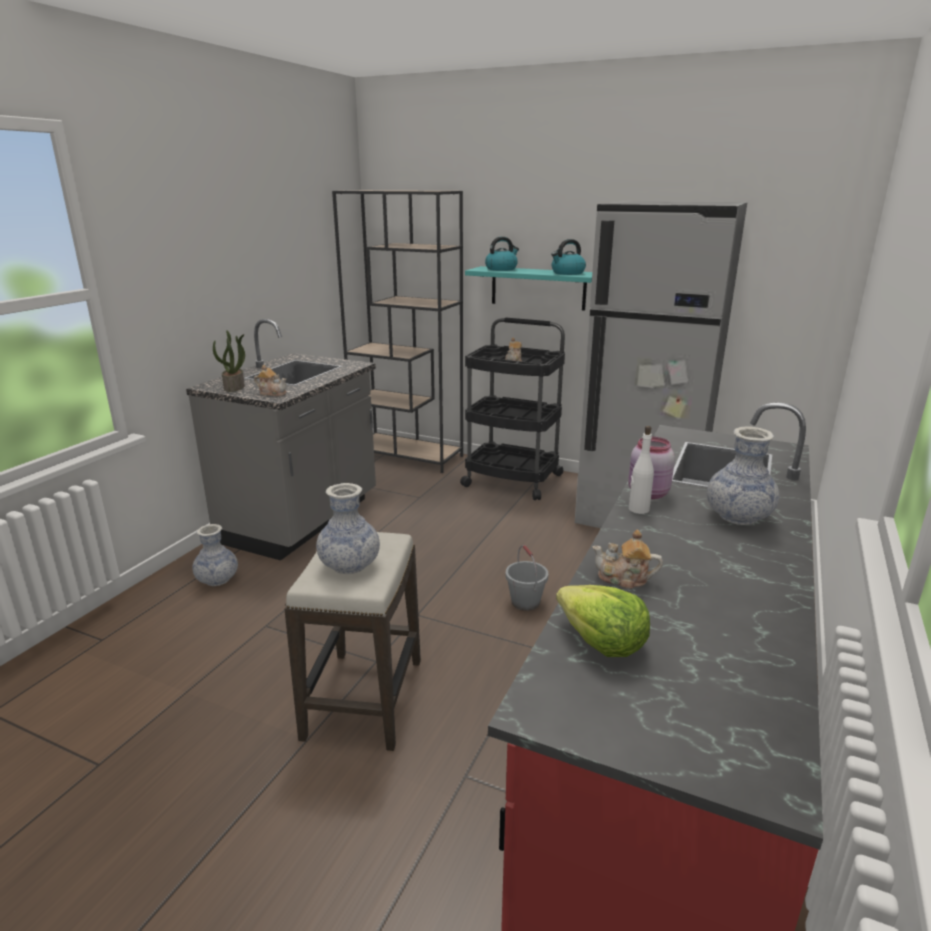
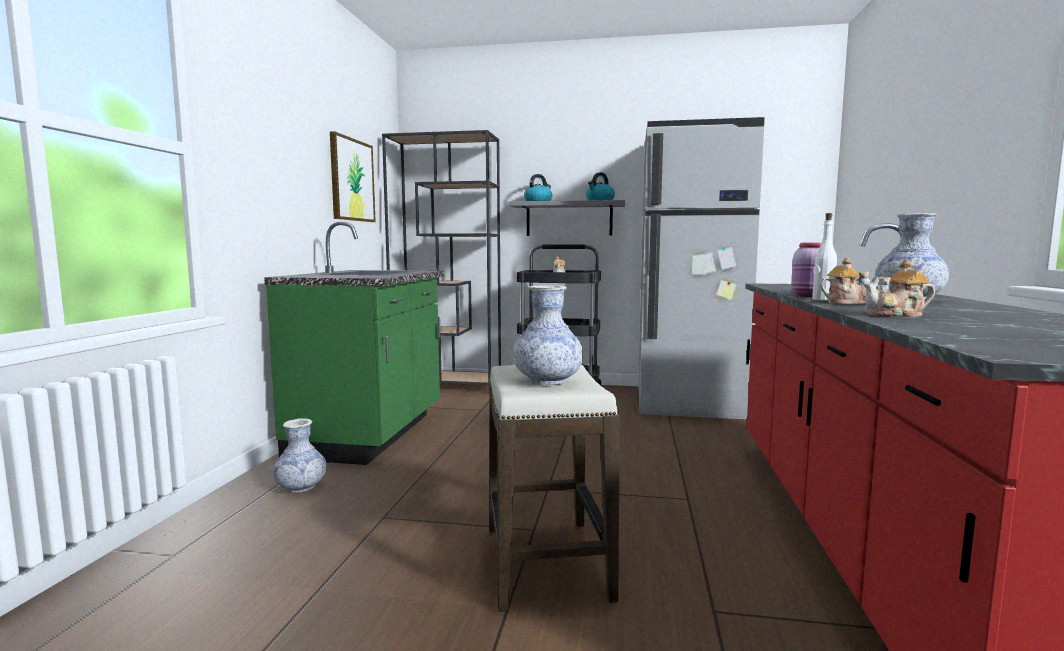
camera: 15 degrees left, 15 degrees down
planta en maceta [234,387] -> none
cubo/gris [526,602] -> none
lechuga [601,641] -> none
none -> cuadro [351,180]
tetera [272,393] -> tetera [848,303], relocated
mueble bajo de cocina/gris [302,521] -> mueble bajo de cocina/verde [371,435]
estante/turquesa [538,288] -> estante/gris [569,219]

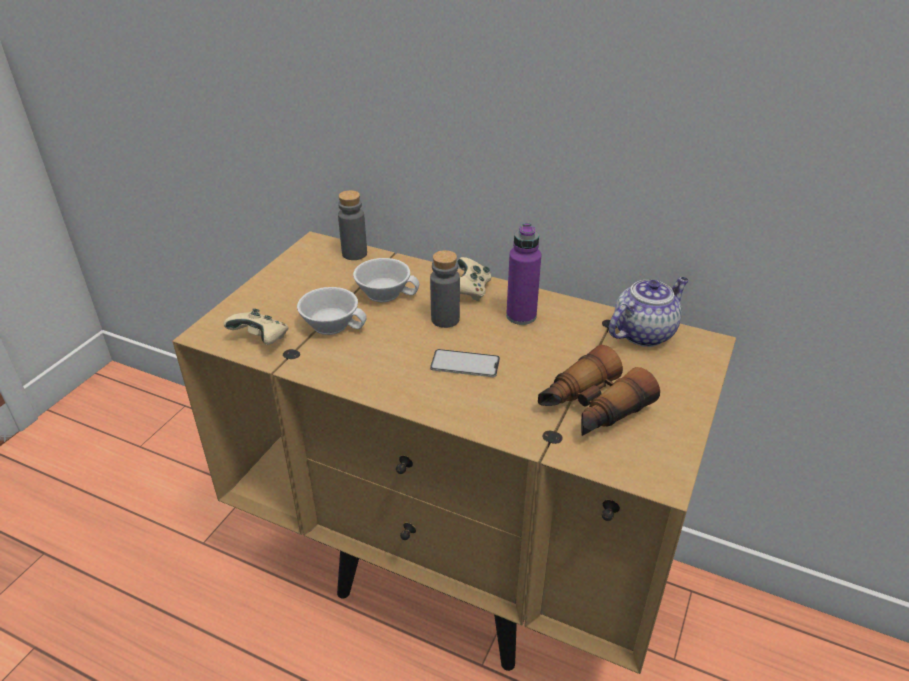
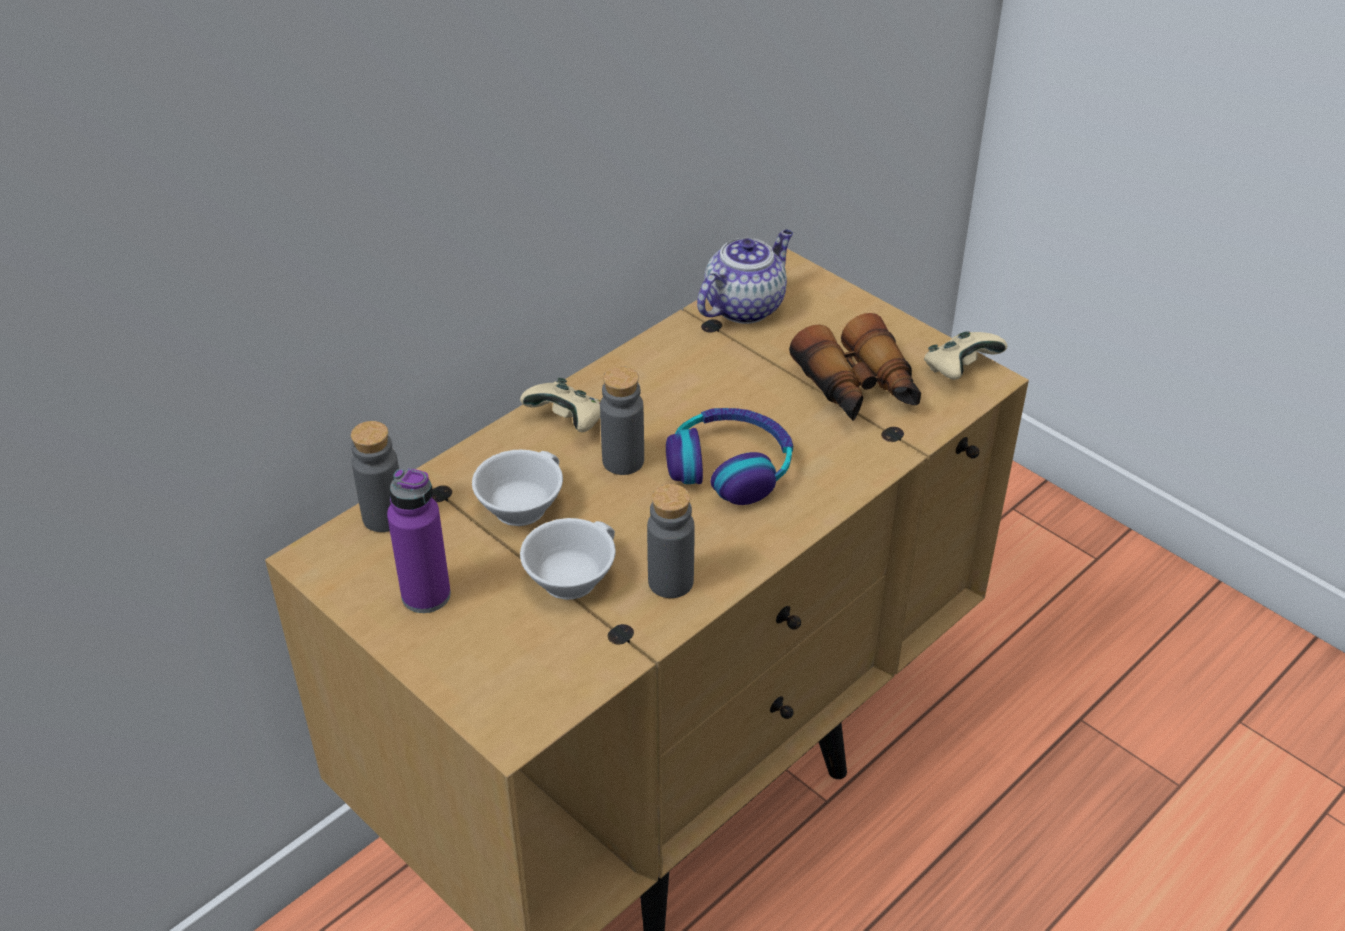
camera: 70 degrees left, 5 degrees up
none -> botella/gris [670,582]
mando de consola/beis [261,339] -> mando de consola/beis [959,370], relocated
botella/morado [521,316] -> botella/morado [426,595], relocated
móvil [465,364] -> auriculares [730,467]
tetera [644,333] -> tetera [744,306], 60 degrees clockwise

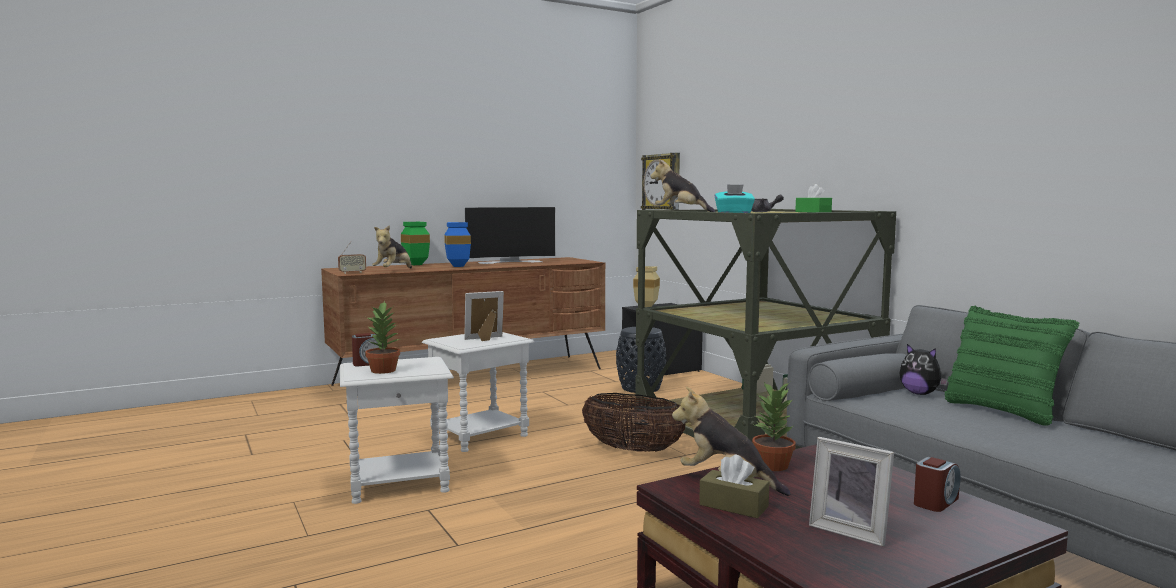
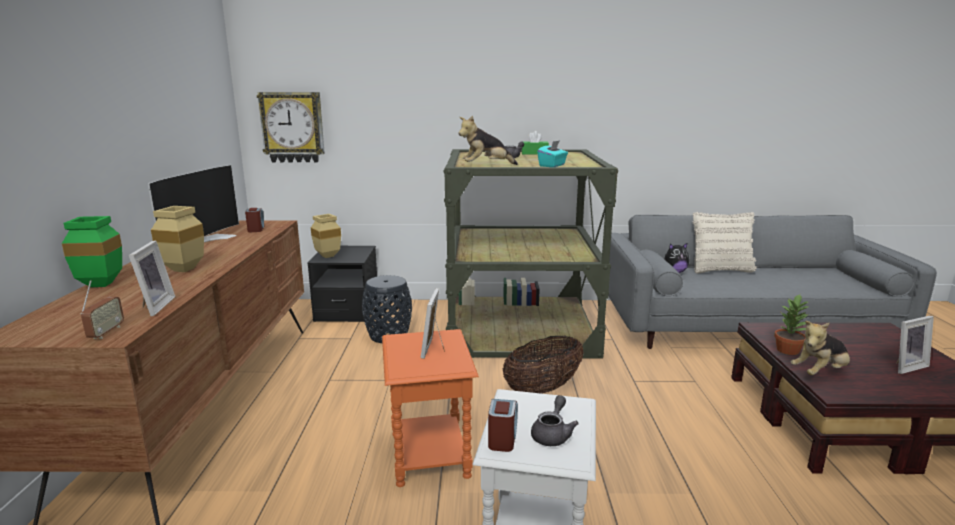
camera: 60 degrees left, 10 degrees up
caja de pañuelos/marrón [733,506] -> none
despertador [935,502] -> despertador [256,229], relocated
planta en maceta [384,370] -> tetera/gris [552,434]
peluche [393,271] -> portarretratos [153,306]
mesa auxiliar/blanco [481,436] -> mesa auxiliar/naranja [431,453]
florero/azul [456,266] -> florero/beis [184,270]
cojín/verde [1003,411] -> cojín/beis [720,270]

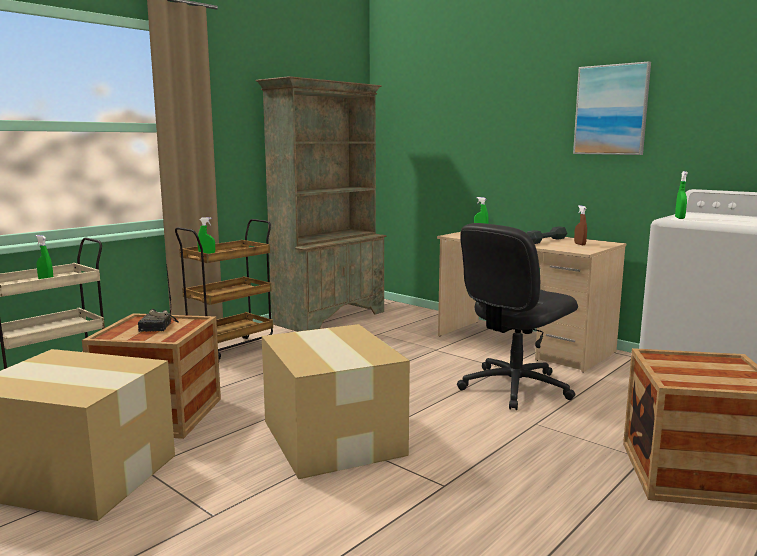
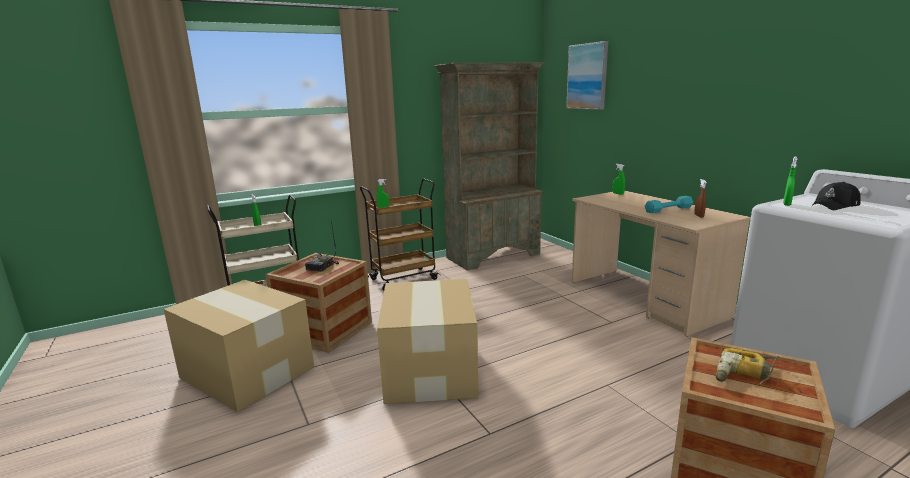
camera: 20 degrees right, 5 degrees up
silla de oficina/negro [514,387] -> none
none -> taladro [744,375]
none -> gorra/negro [835,206]
cuadro [611,110] -> cuadro [587,76], relocated
mancuerna/gris [545,241] -> mancuerna/turquesa [668,209]

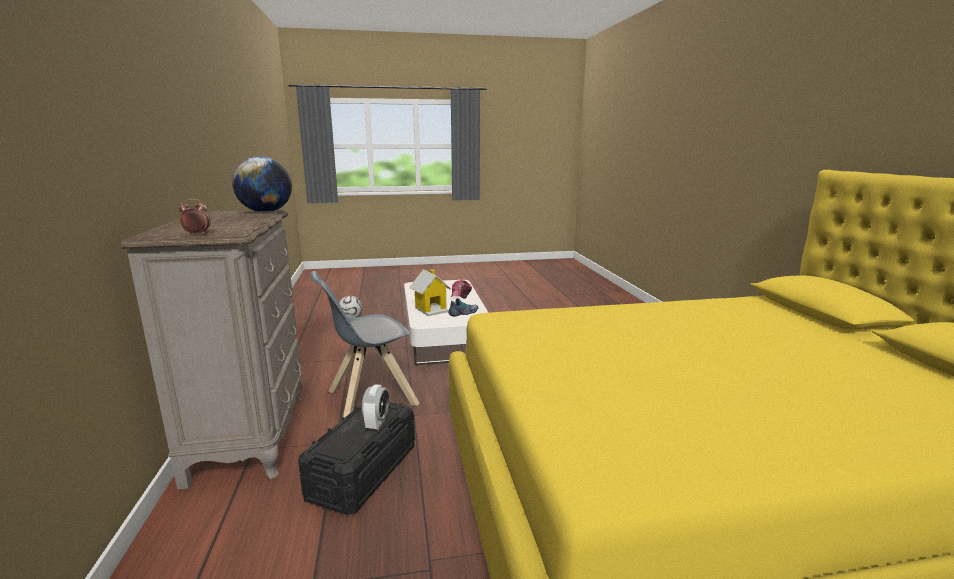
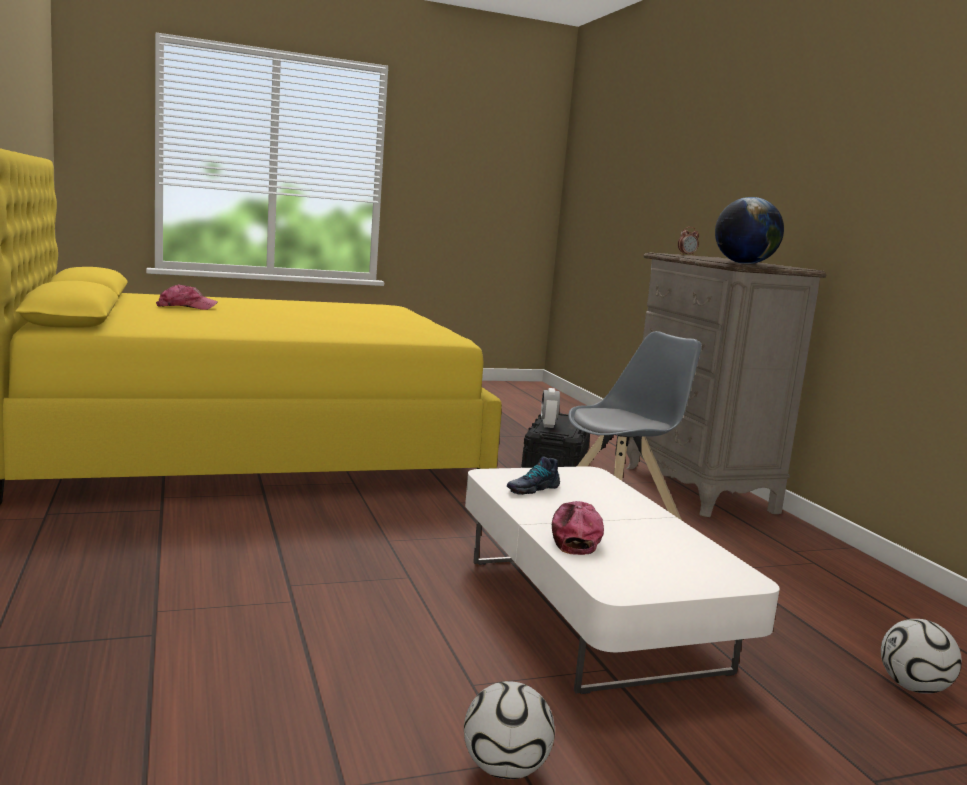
camera: 170 degrees right, 5 degrees down
casita [431,309] -> none
none -> gorra [186,307]
none -> balón de fútbol [504,769]

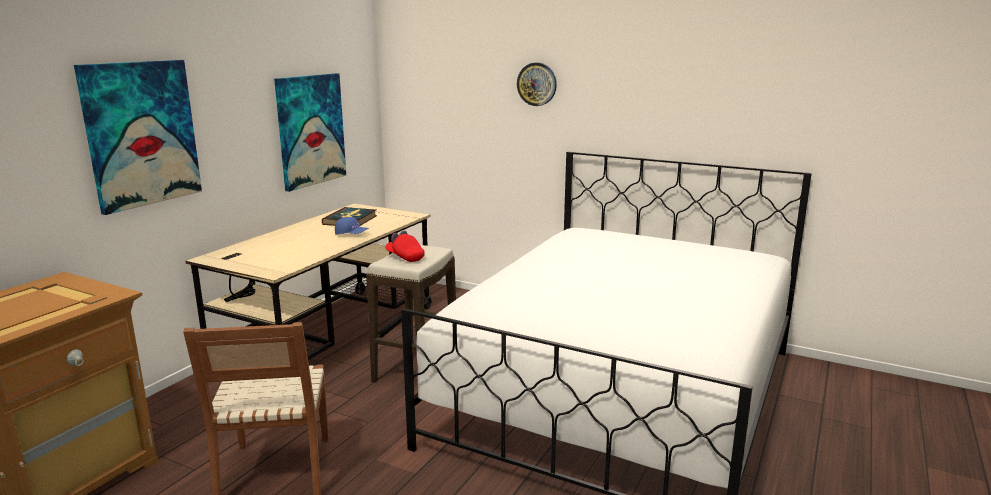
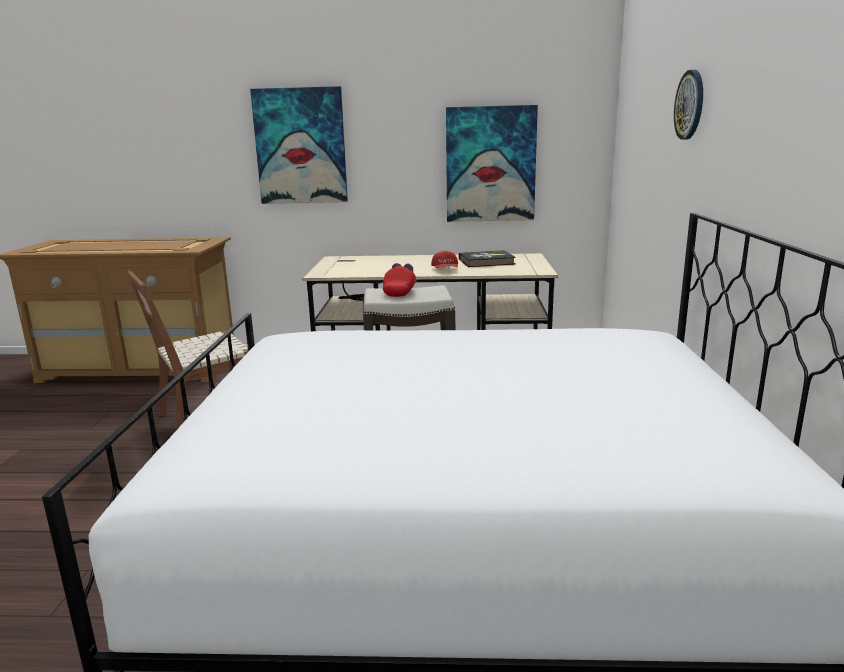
camera: 65 degrees right, 0 degrees up
gorra/azul [352,234] -> gorra/rojo [445,269]

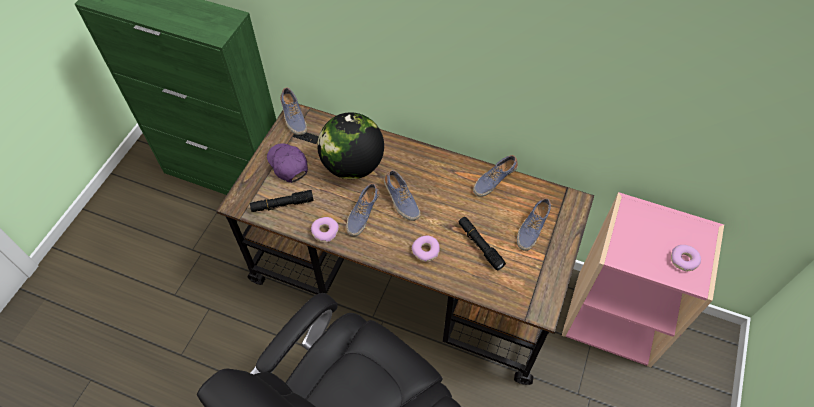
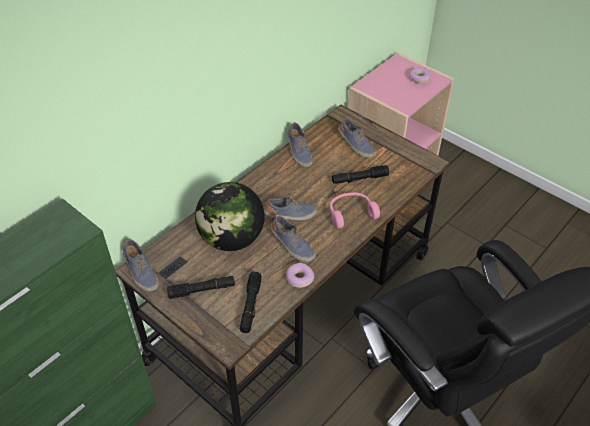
camera: 70 degrees left, 10 degrees down
gorra/morado [288,165] -> linterna/negro [202,290]
rosquilla [426,251] -> auriculares/rosa [351,213]
zapato [293,117] -> zapato [140,272], 60 degrees clockwise

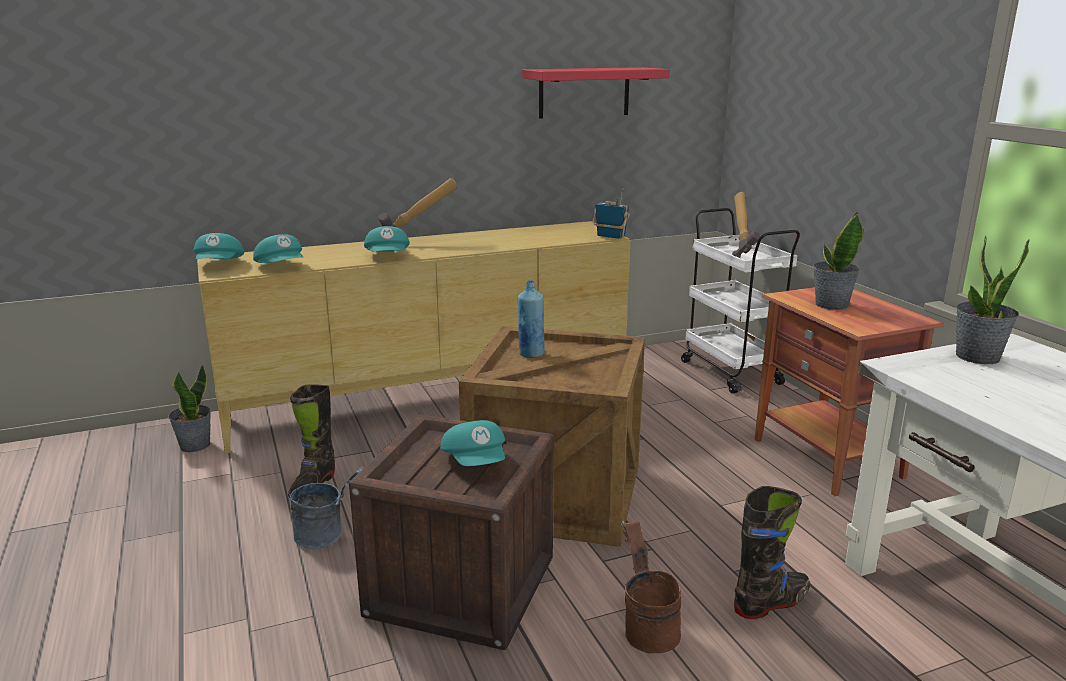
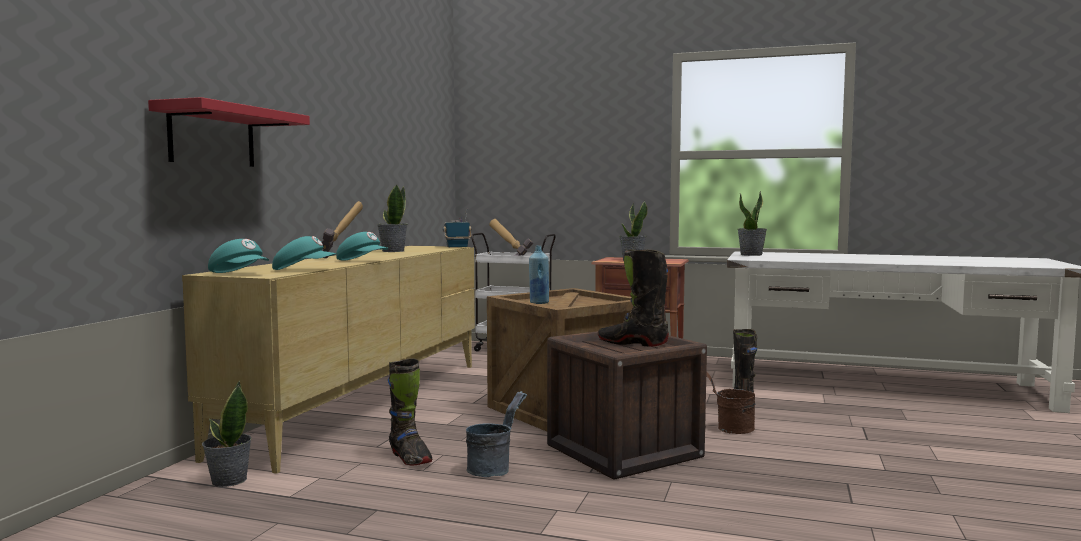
camera: 50 degrees left, 15 degrees down
none -> planta en maceta [392,251]
estante/rojo [584,92] -> estante/rojo [212,137], relocated
gorra/turquesa [476,462] -> bota/negro [632,343]

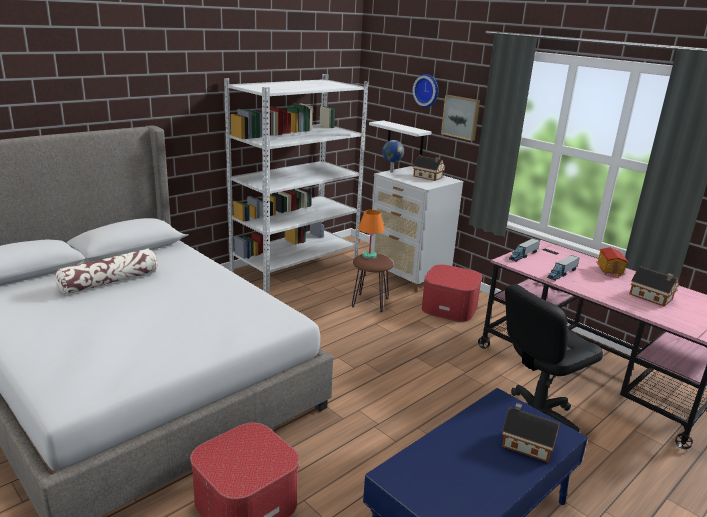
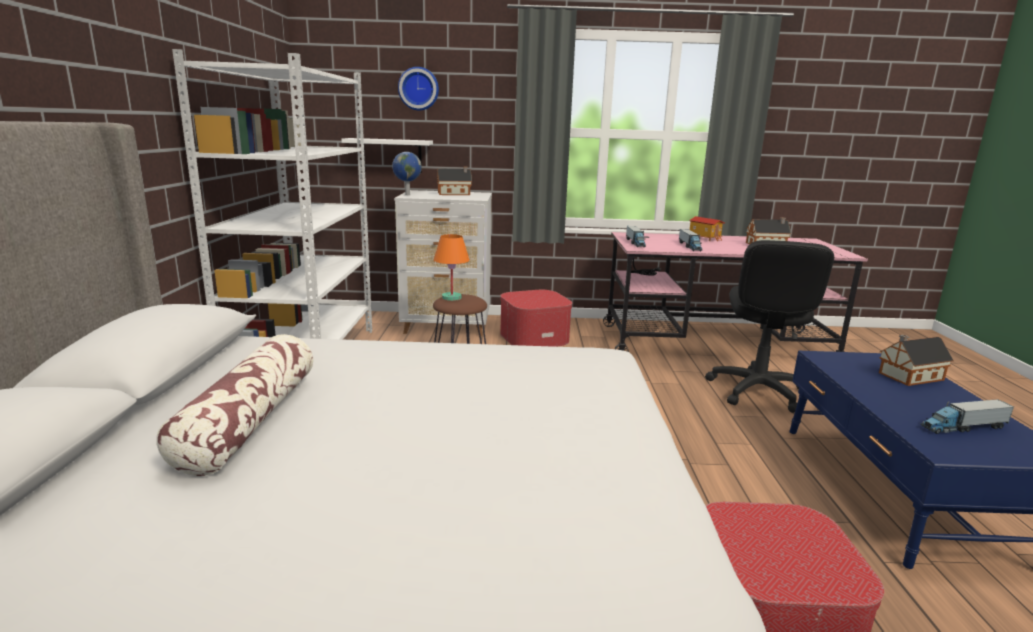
camera: 45 degrees left, 5 degrees down
cuadro [461,117] -> none
none -> camión de juguete [963,427]

